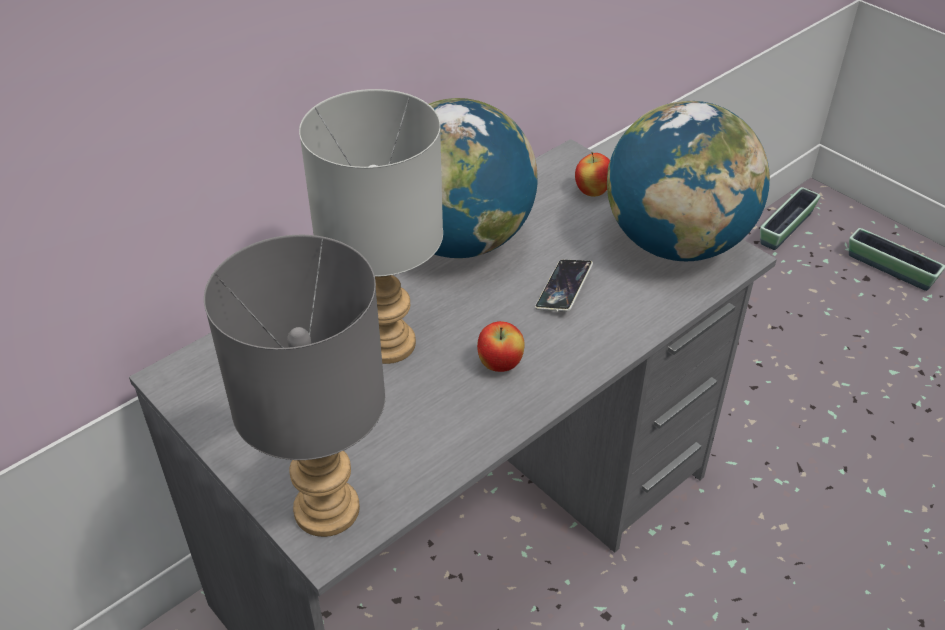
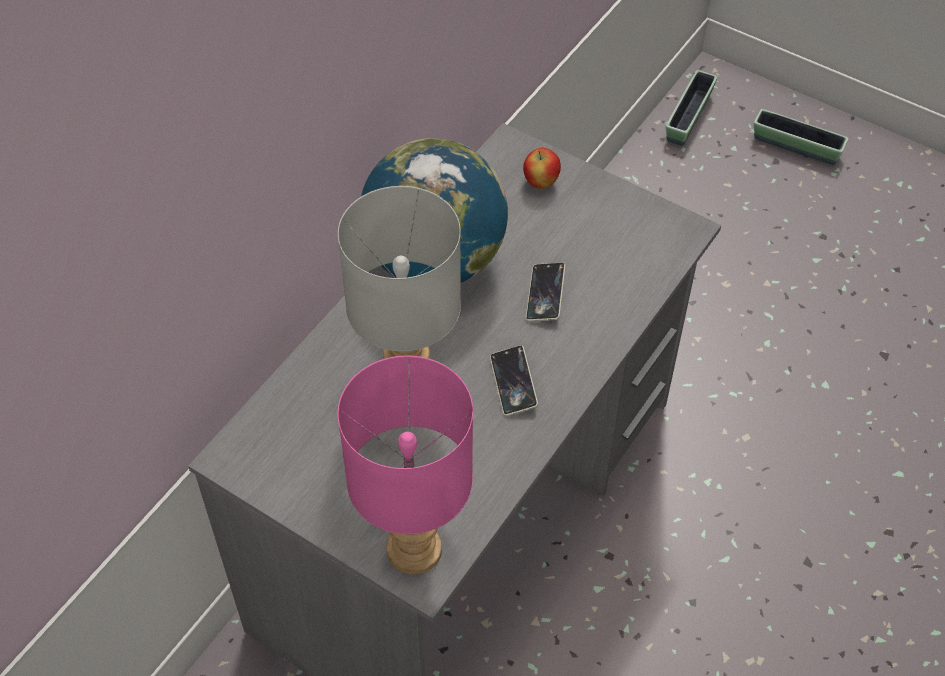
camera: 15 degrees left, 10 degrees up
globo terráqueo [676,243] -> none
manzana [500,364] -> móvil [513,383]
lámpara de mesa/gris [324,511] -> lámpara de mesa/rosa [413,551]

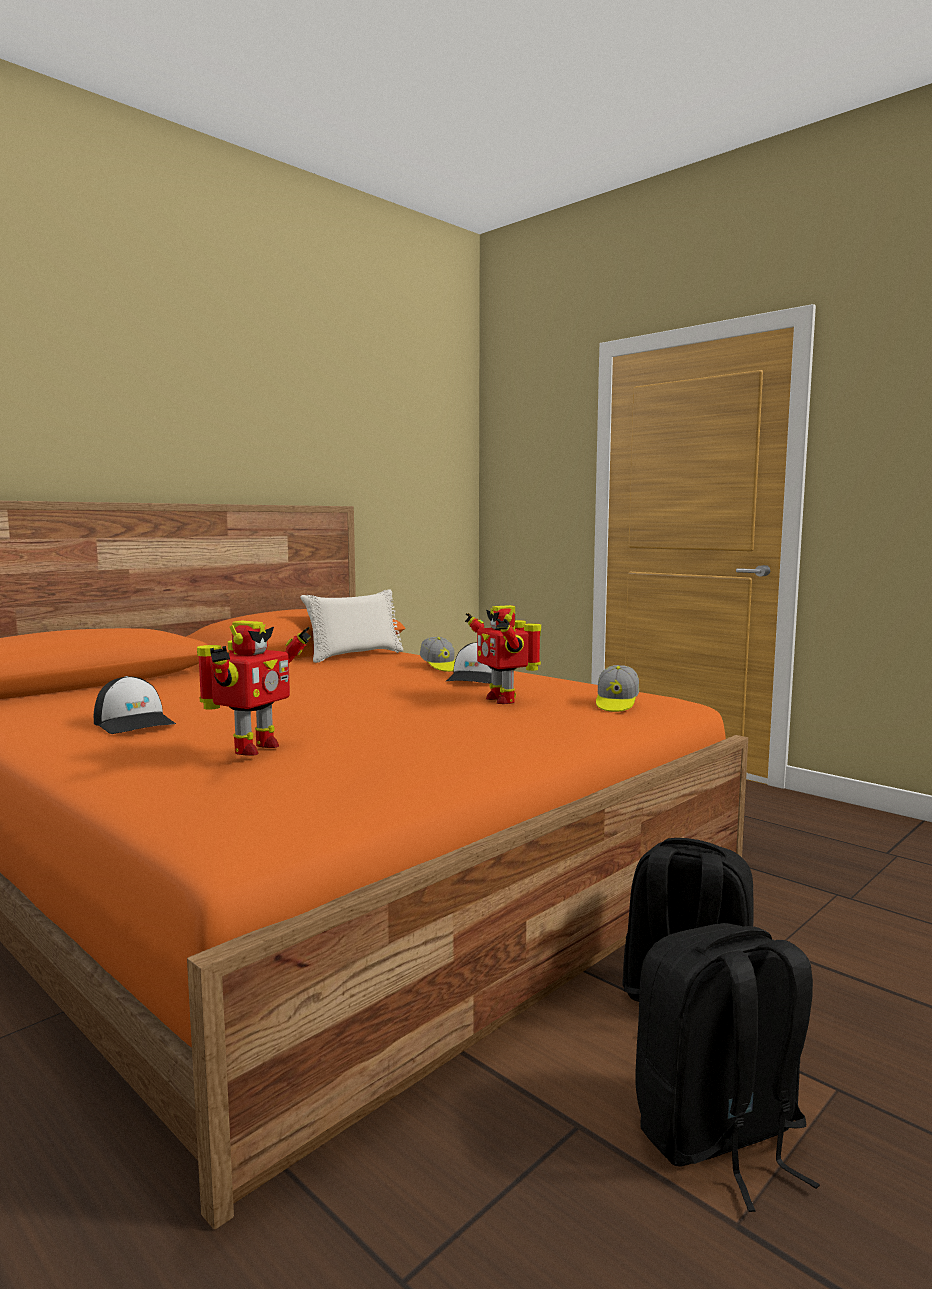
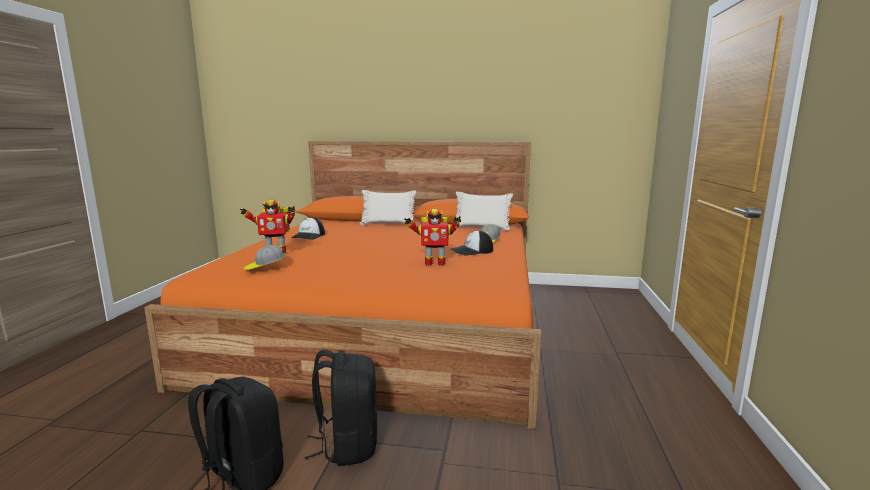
camera: 55 degrees right, 5 degrees up
none -> cojín/blanco [388,224]
gorra [616,704] -> gorra [265,267], relocated
robot de juguete [503,699] -> robot de juguete [434,263], 120 degrees counterclockwise

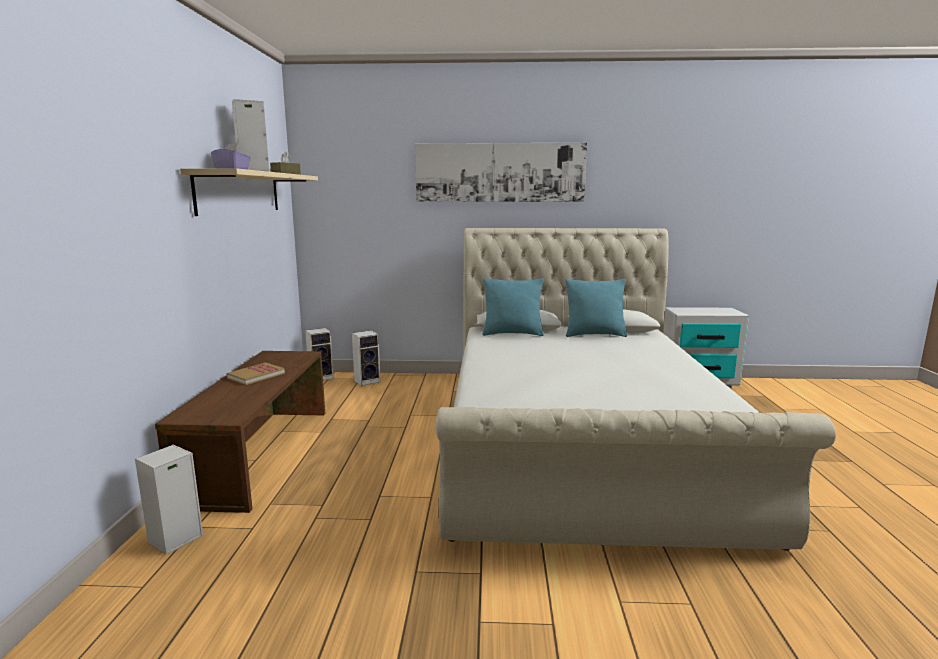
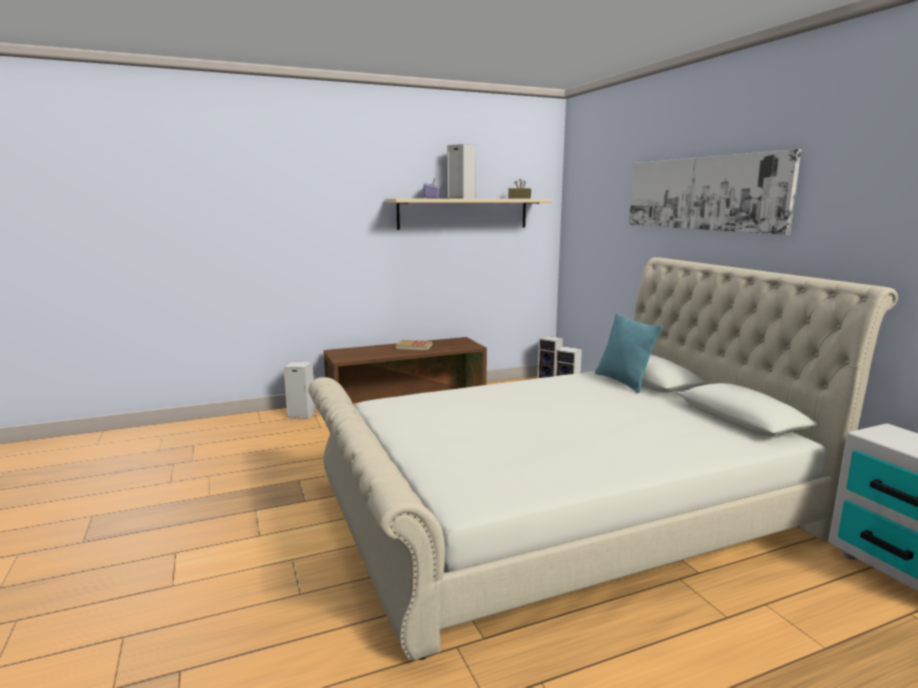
camera: 65 degrees right, 0 degrees up
cojín/turquesa [594,334] -> none

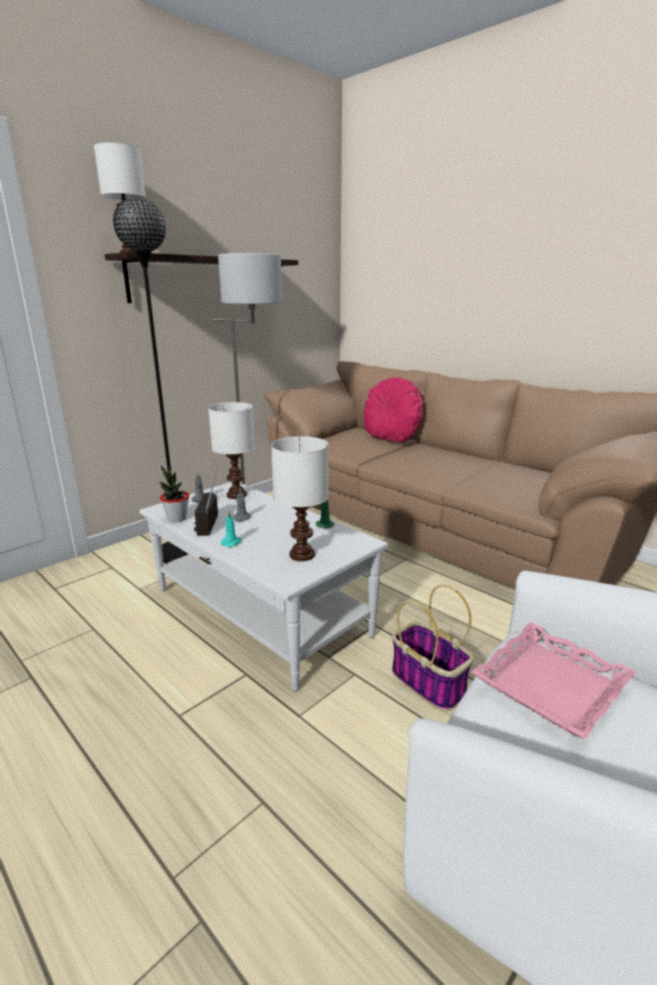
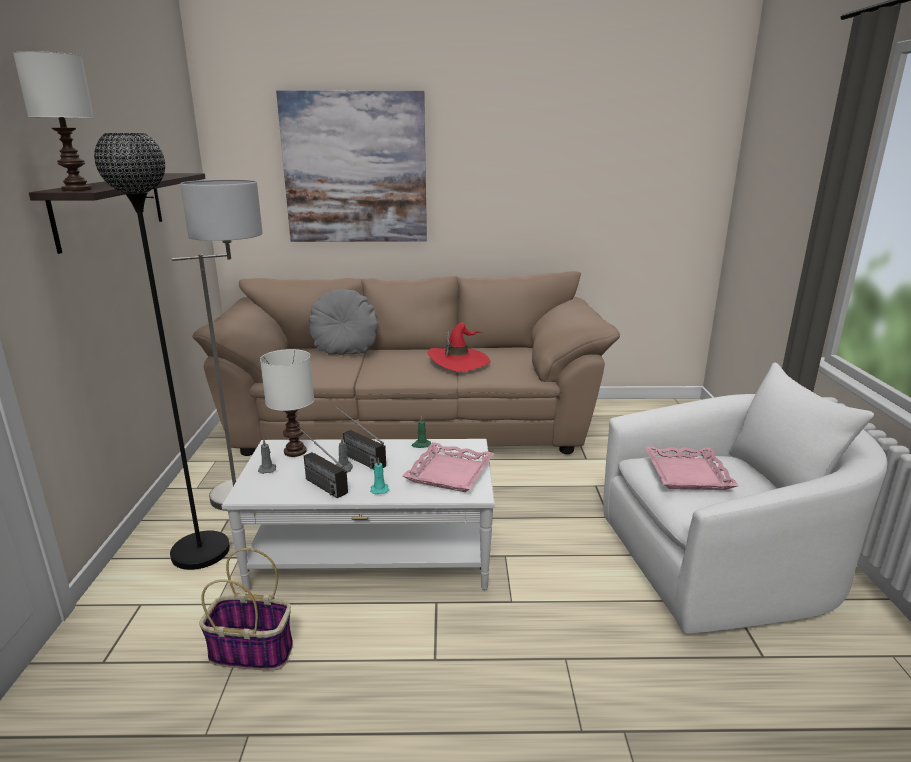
camera: 45 degrees left, 0 degrees up
planta en maceta [177,518] -> none
none -> cuadro [355,169]
none -> radio [355,457]
none -> sombrero/rojo [459,361]
cesta [429,683] -> cesta [253,651], relocated
lámpara de mesa/blanco [301,555] -> bandeja/rosa [450,473]
cojín/rosa [391,439] -> cojín/gris [345,352]

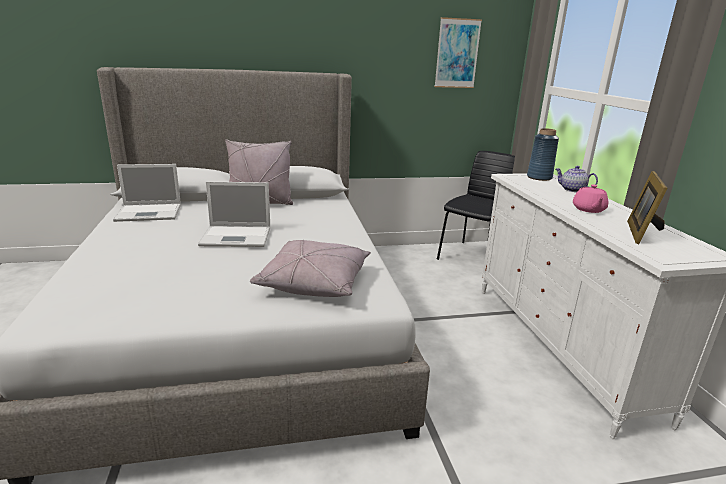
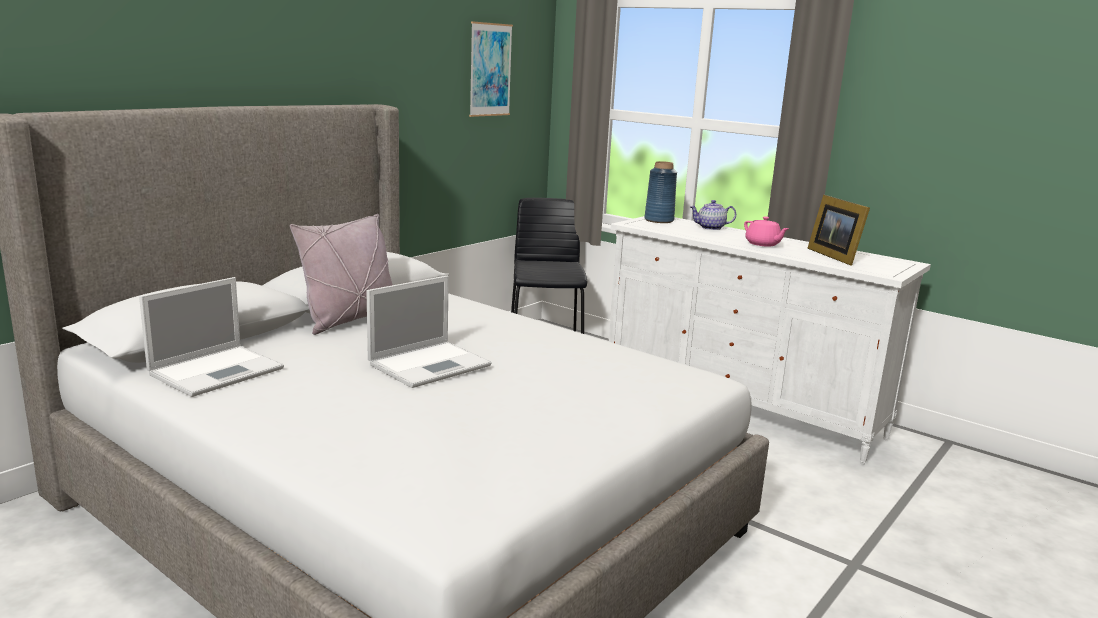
camera: 40 degrees left, 5 degrees down
cojín/morado [314,282] -> none

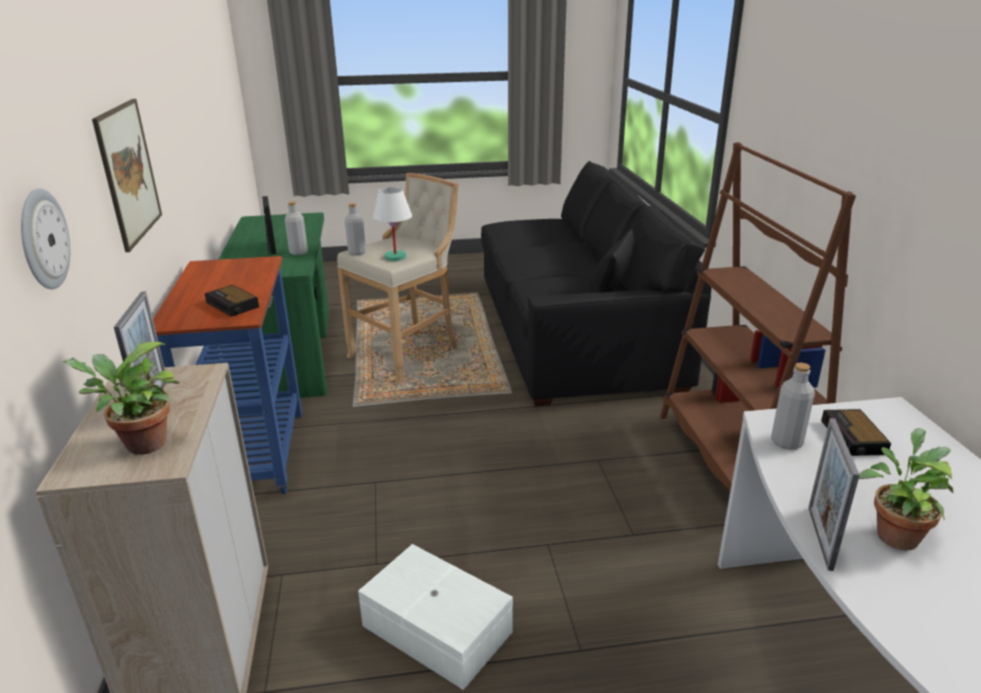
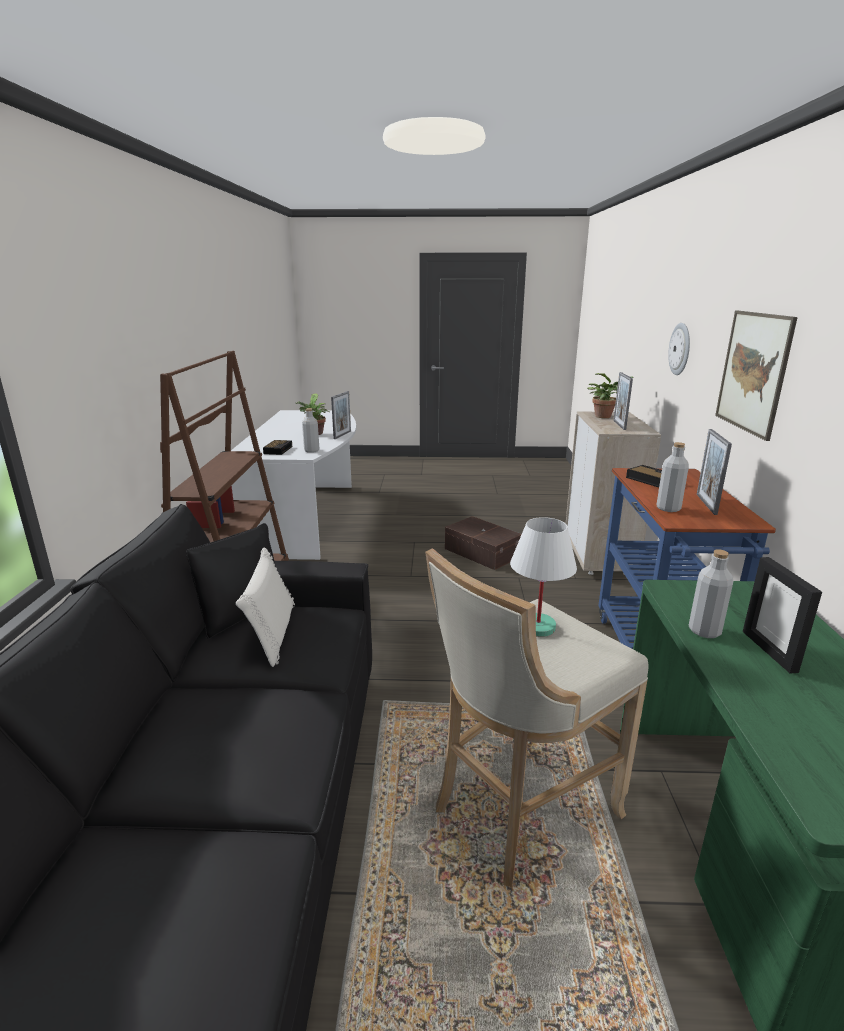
camera: 170 degrees left, 5 degrees down
none -> cojín/blanco [272,633]
none -> portarretratos [706,504]
botella/gris [357,253] -> botella/gris [668,508], relocated
caja de almacenaje/blanco [436,631] -> caja de almacenaje/marrón [482,552]

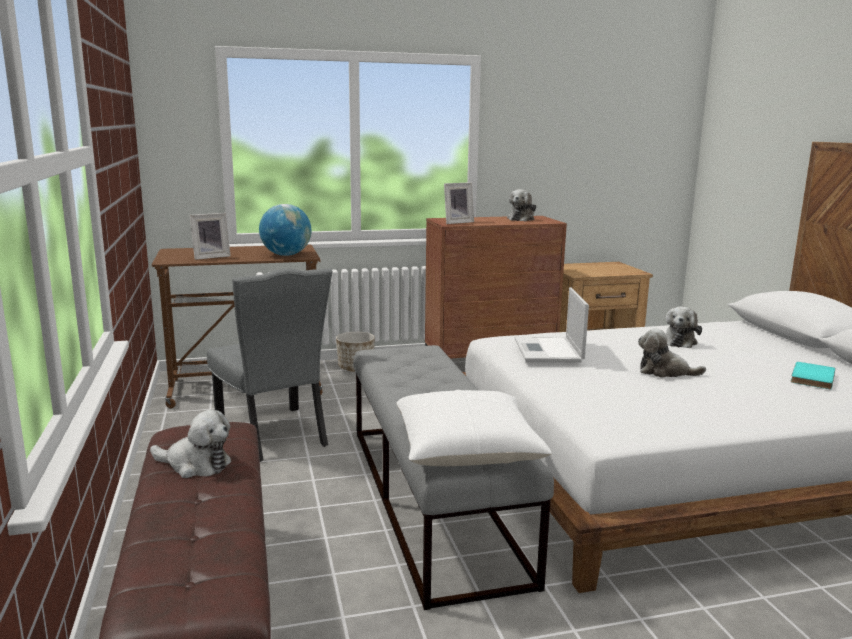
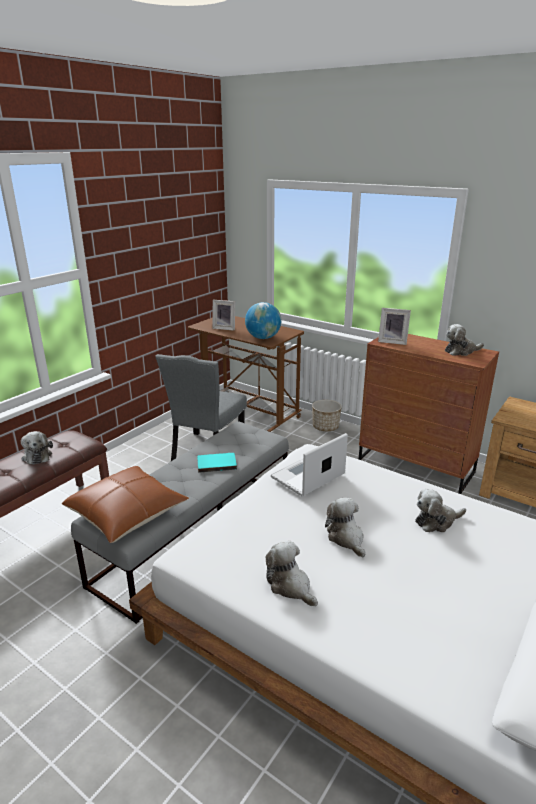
camera: 50 degrees right, 10 degrees up
none -> peluche [290,586]
libro/turquesa [810,377] -> libro/turquesa [216,463], relocated
cojín/blanco [467,448] -> cojín/marrón [127,514]

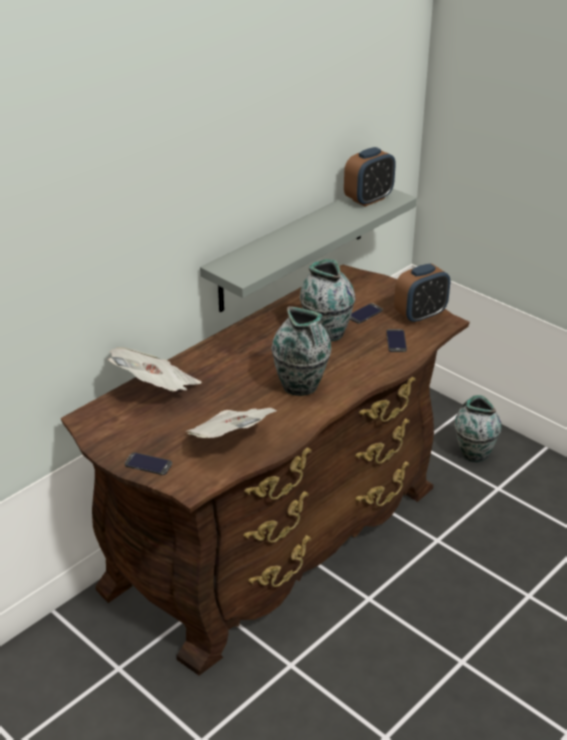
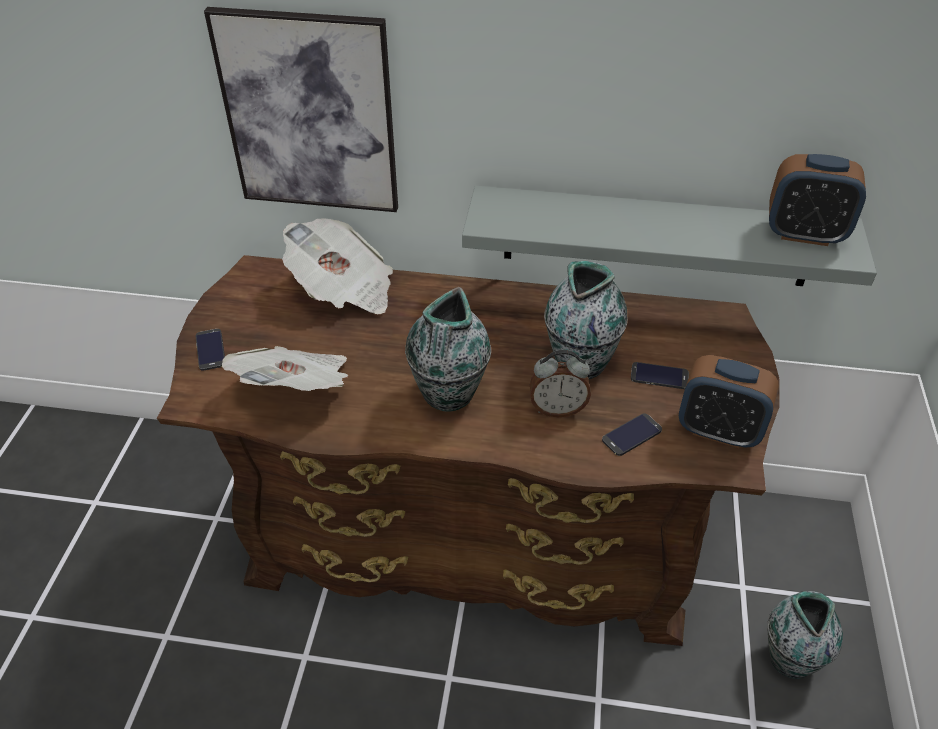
camera: 55 degrees right, 10 degrees up
none -> cuadro [310,114]
none -> despertador [557,408]

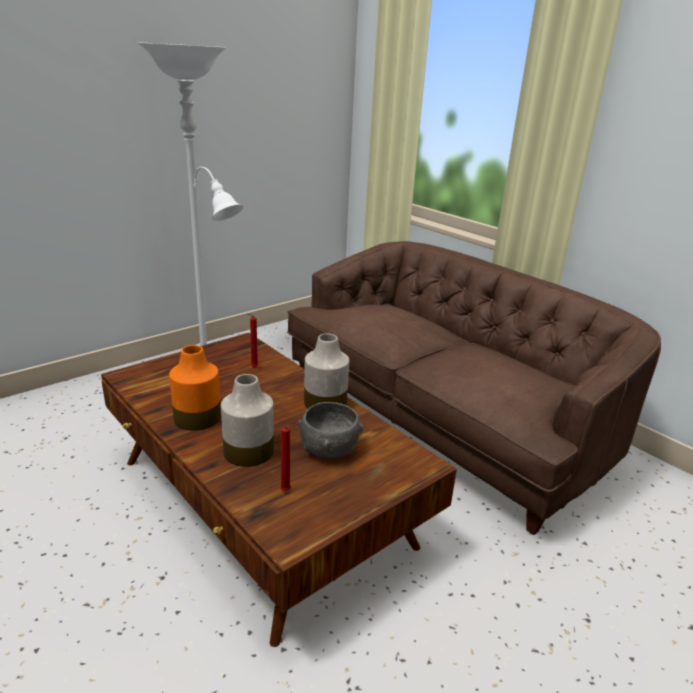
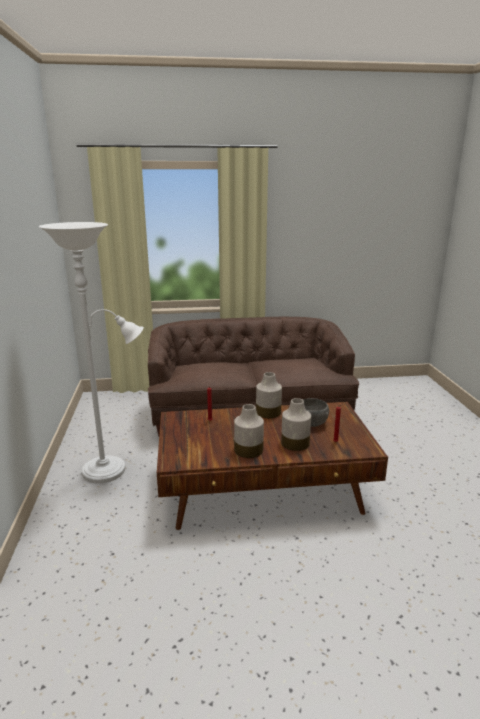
camera: 55 degrees left, 5 degrees down
florero/naranja [197,417] -> florero/beis [249,450]

